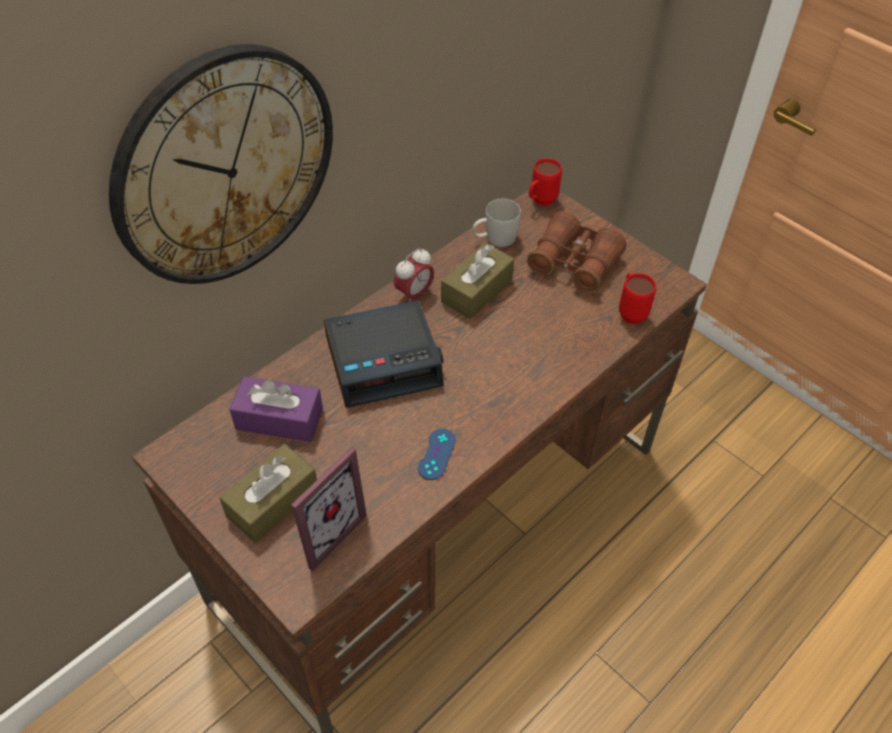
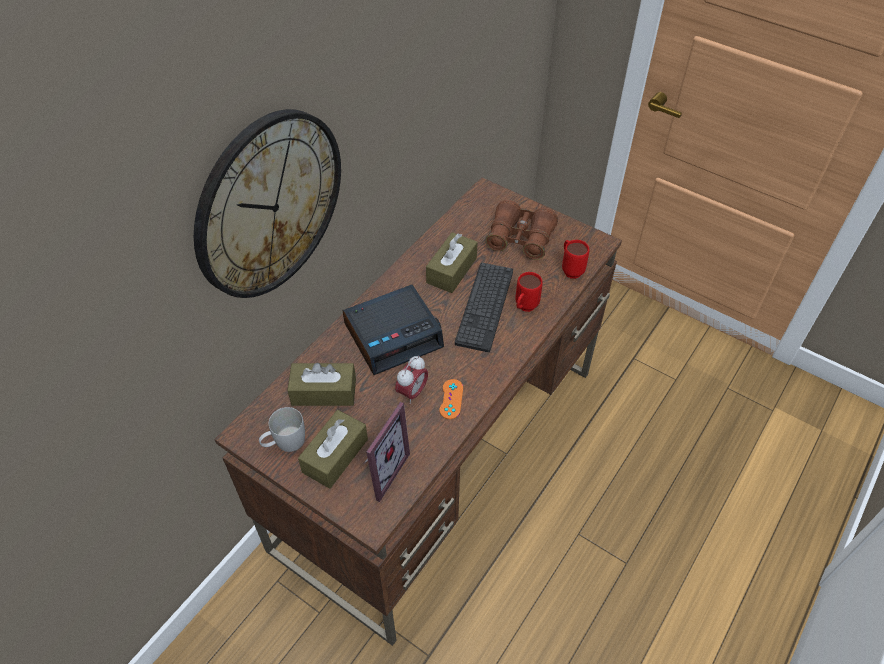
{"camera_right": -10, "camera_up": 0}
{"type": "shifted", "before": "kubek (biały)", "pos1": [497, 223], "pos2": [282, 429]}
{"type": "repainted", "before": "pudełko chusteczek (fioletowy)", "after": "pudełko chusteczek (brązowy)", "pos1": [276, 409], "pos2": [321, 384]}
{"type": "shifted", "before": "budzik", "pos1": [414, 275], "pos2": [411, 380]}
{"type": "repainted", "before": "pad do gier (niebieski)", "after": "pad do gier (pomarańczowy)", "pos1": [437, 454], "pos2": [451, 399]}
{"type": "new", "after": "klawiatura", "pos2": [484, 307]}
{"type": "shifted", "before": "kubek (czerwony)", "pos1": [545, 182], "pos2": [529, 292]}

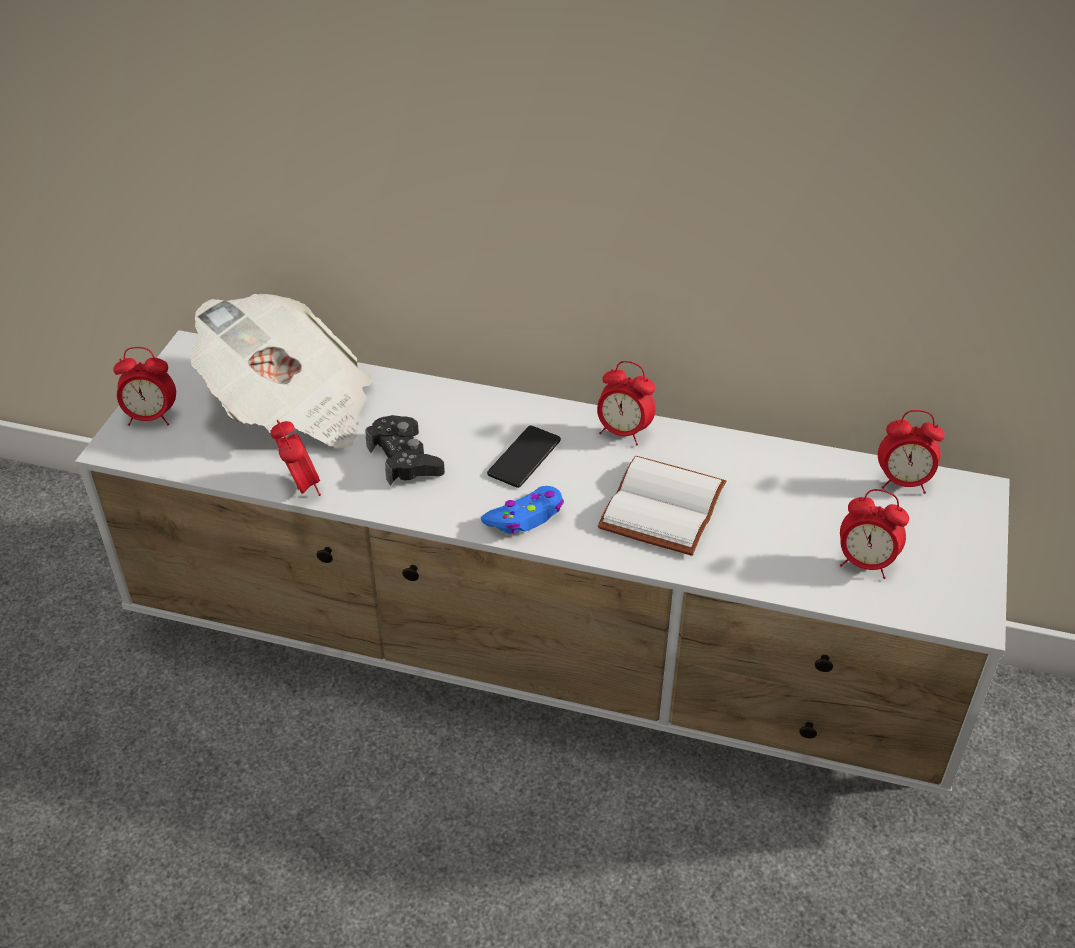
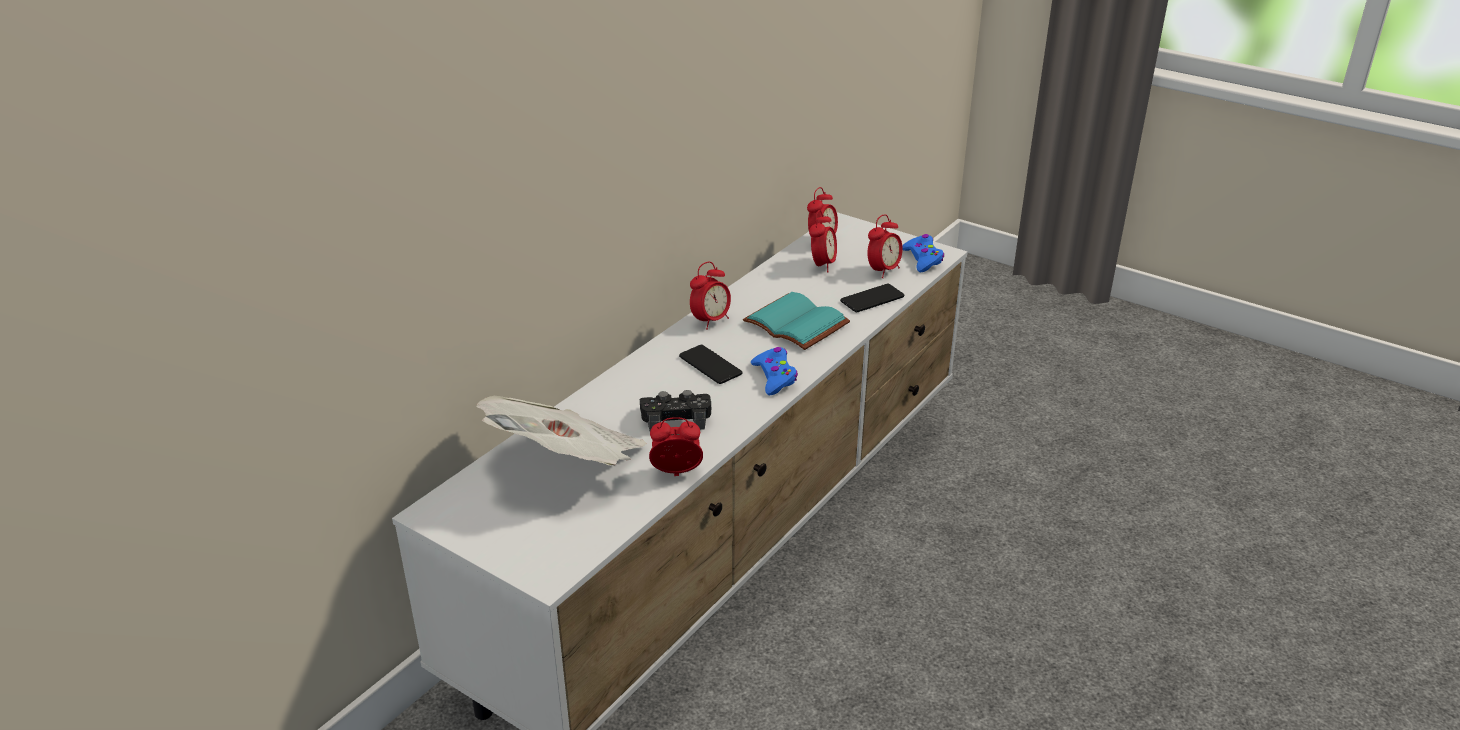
{"camera_right": -70, "camera_up": -10}
{"type": "repainted", "before": "książka (biały)", "after": "książka (turkusowy)", "pos1": [662, 506], "pos2": [796, 321]}
{"type": "shifted", "before": "budzik", "pos1": [144, 386], "pos2": [823, 241]}
{"type": "new", "after": "telefon", "pos2": [872, 297]}
{"type": "new", "after": "pad do gier (niebieski)", "pos2": [923, 253]}

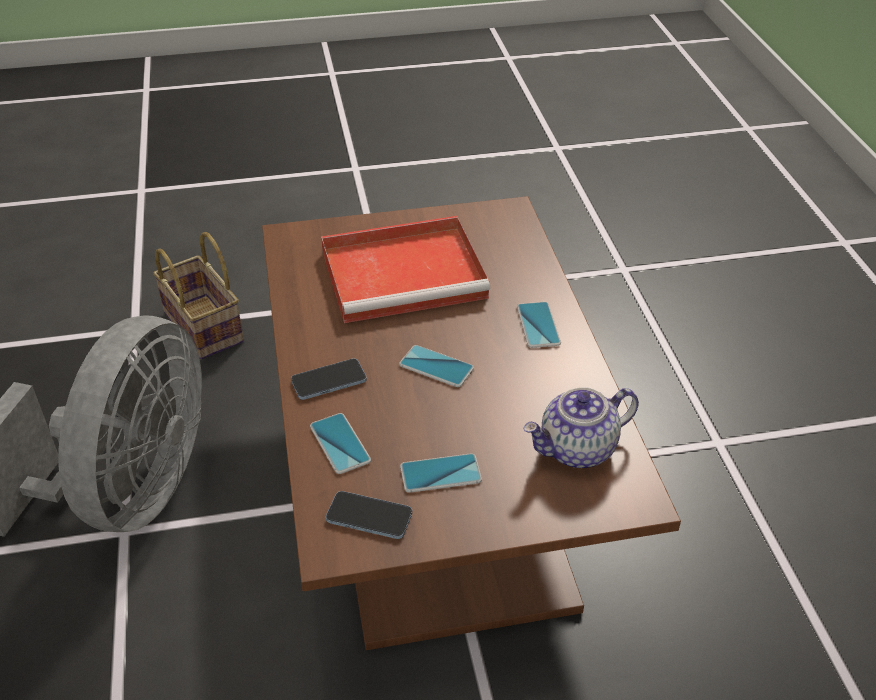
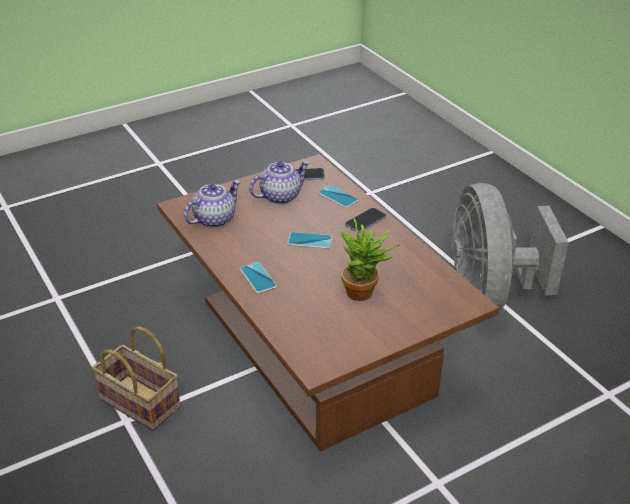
{"camera_right": 160, "camera_up": -5}
{"type": "shifted", "before": "koszyk", "pos1": [198, 295], "pos2": [136, 378]}
{"type": "swapped", "before": "telefon", "after": "imbryk", "pos1": [441, 473], "pos2": [279, 182]}
{"type": "swapped", "before": "taca (czerwony)", "after": "roślina doniczkowa", "pos1": [406, 269], "pos2": [370, 259]}

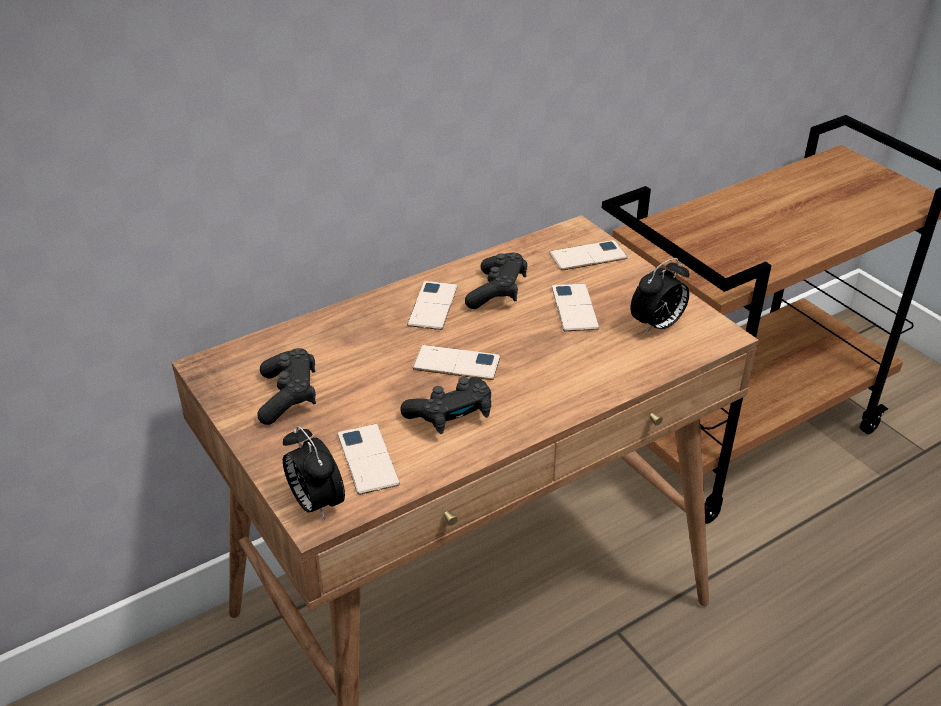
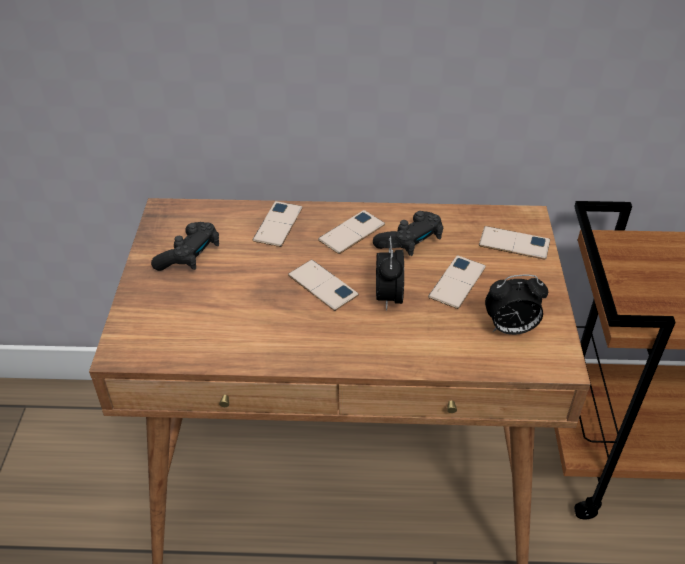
{"camera_right": 35, "camera_up": 5}
{"type": "shifted", "before": "telefon", "pos1": [369, 459], "pos2": [277, 224]}
{"type": "shifted", "before": "budzik", "pos1": [314, 473], "pos2": [390, 273]}
{"type": "gone", "before": "pad do gier (czarny)", "pos1": [445, 405]}

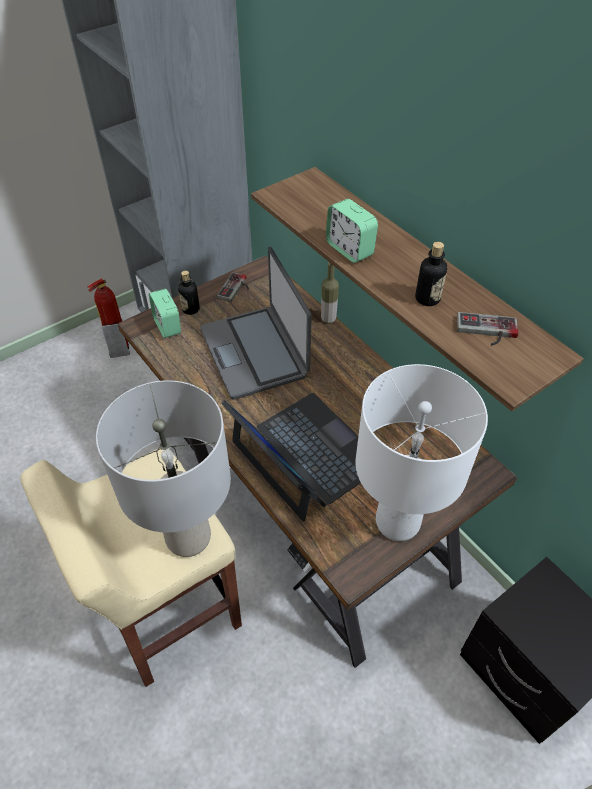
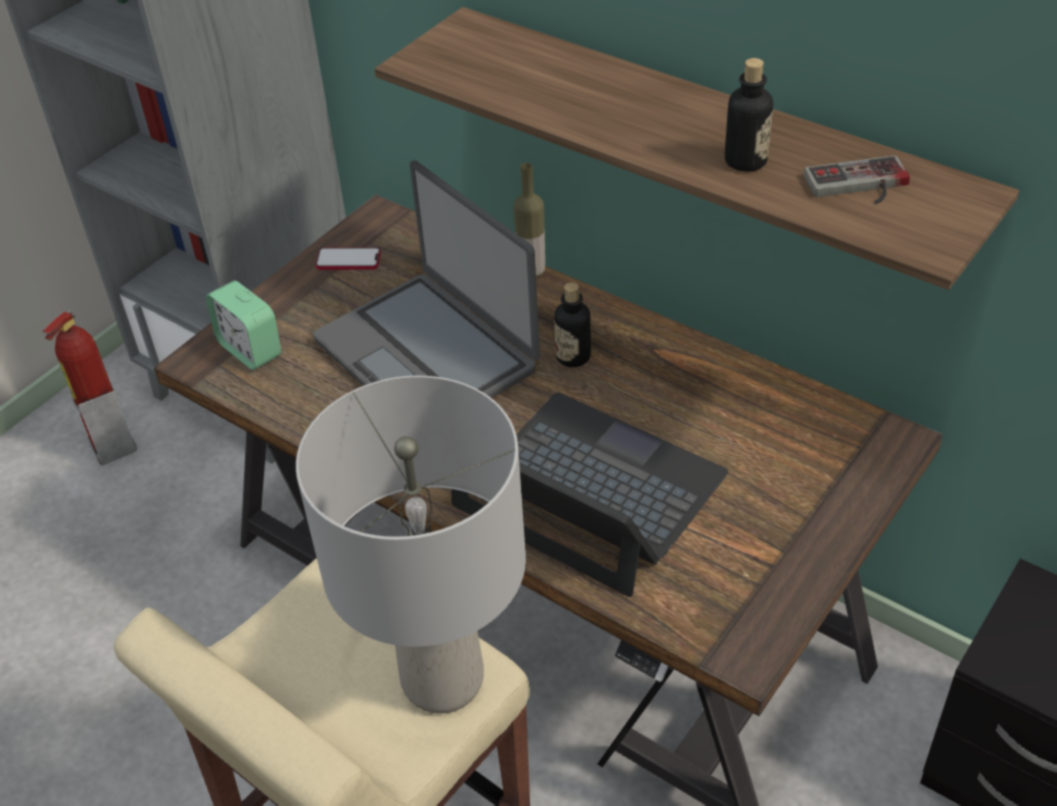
{"camera_right": -15, "camera_up": -5}
{"type": "swapped", "before": "pad do gier", "after": "telefon", "pos1": [233, 287], "pos2": [348, 258]}
{"type": "shifted", "before": "butelka", "pos1": [189, 293], "pos2": [572, 324]}
{"type": "gone", "before": "budzik", "pos1": [352, 231]}
{"type": "gone", "before": "lampa stołowa (biały)", "pos1": [422, 452]}

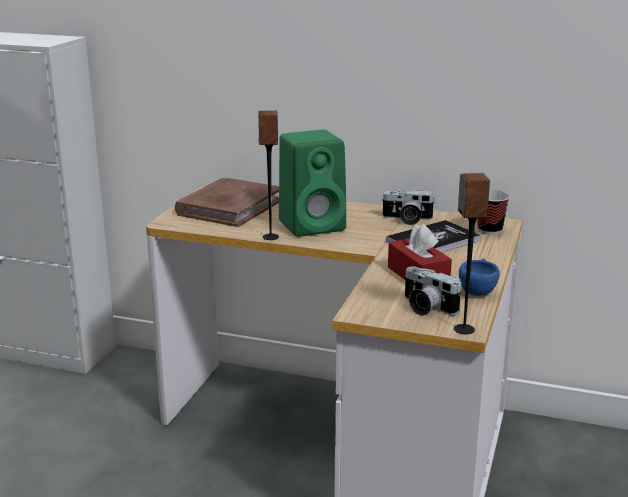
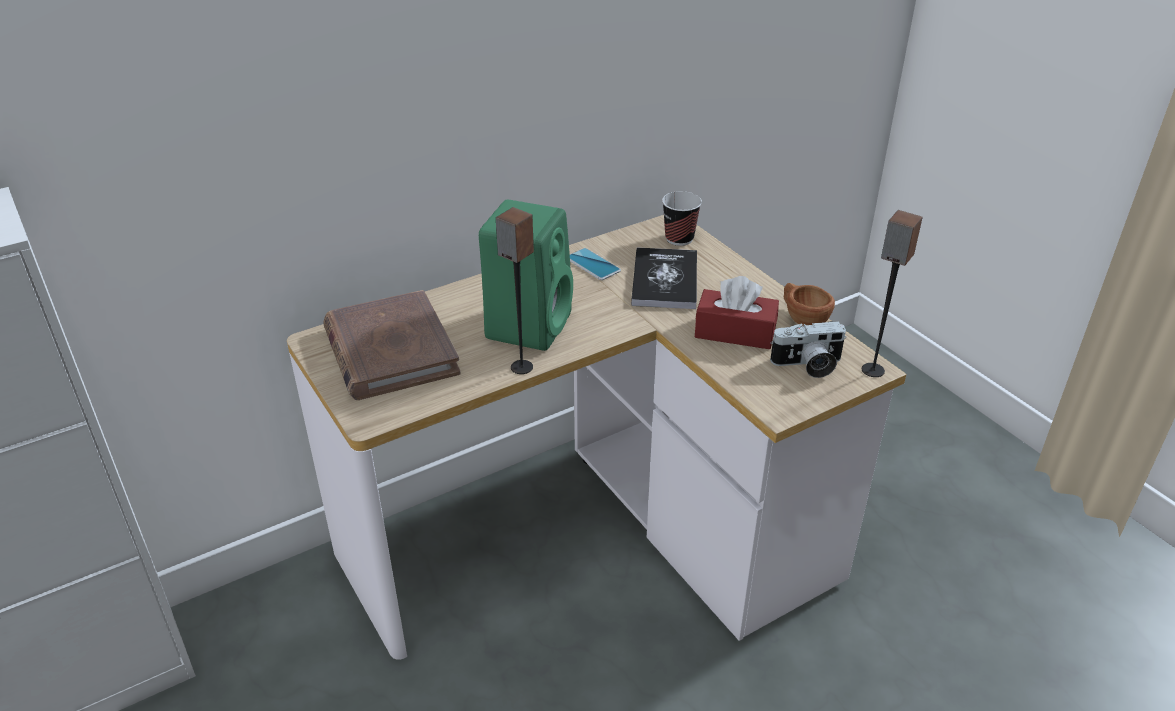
{"camera_right": -50, "camera_up": 15}
{"type": "swapped", "before": "aparat fotograficzny", "after": "telefon", "pos1": [408, 207], "pos2": [595, 264]}
{"type": "repainted", "before": "filiżanka (niebieski)", "after": "filiżanka (brązowy)", "pos1": [479, 277], "pos2": [809, 304]}

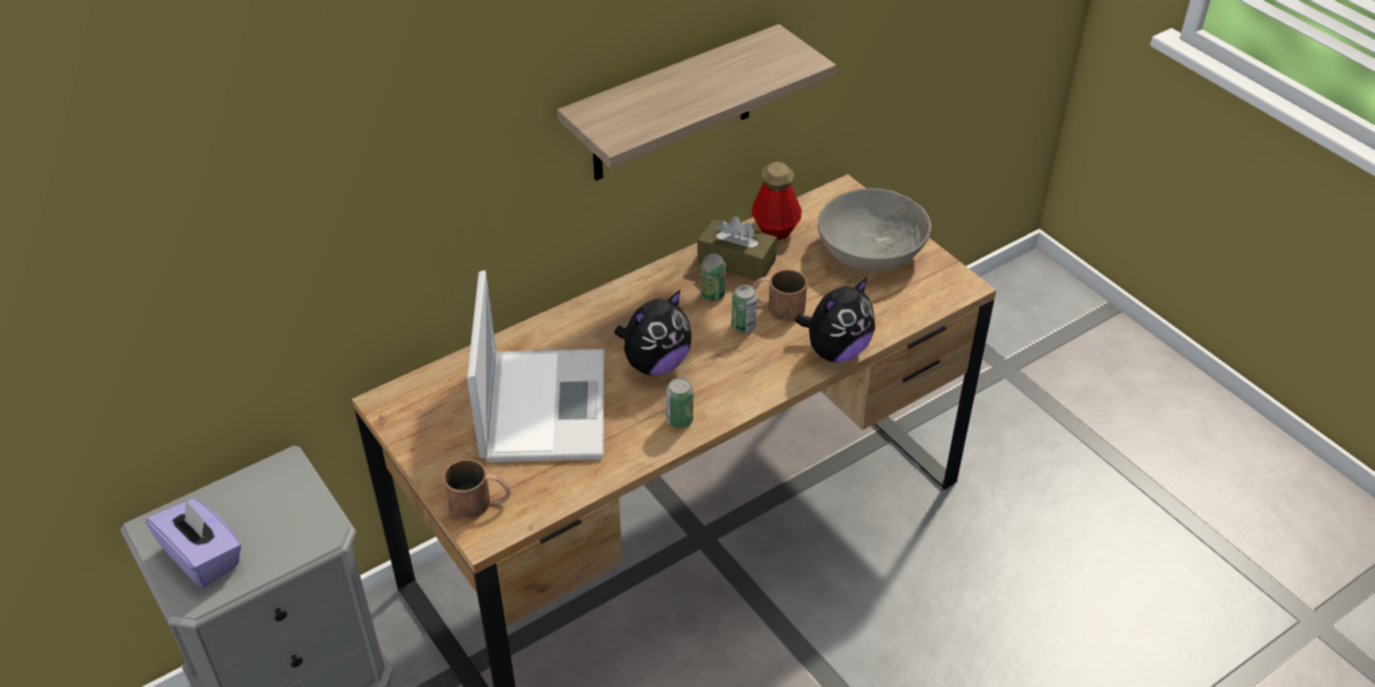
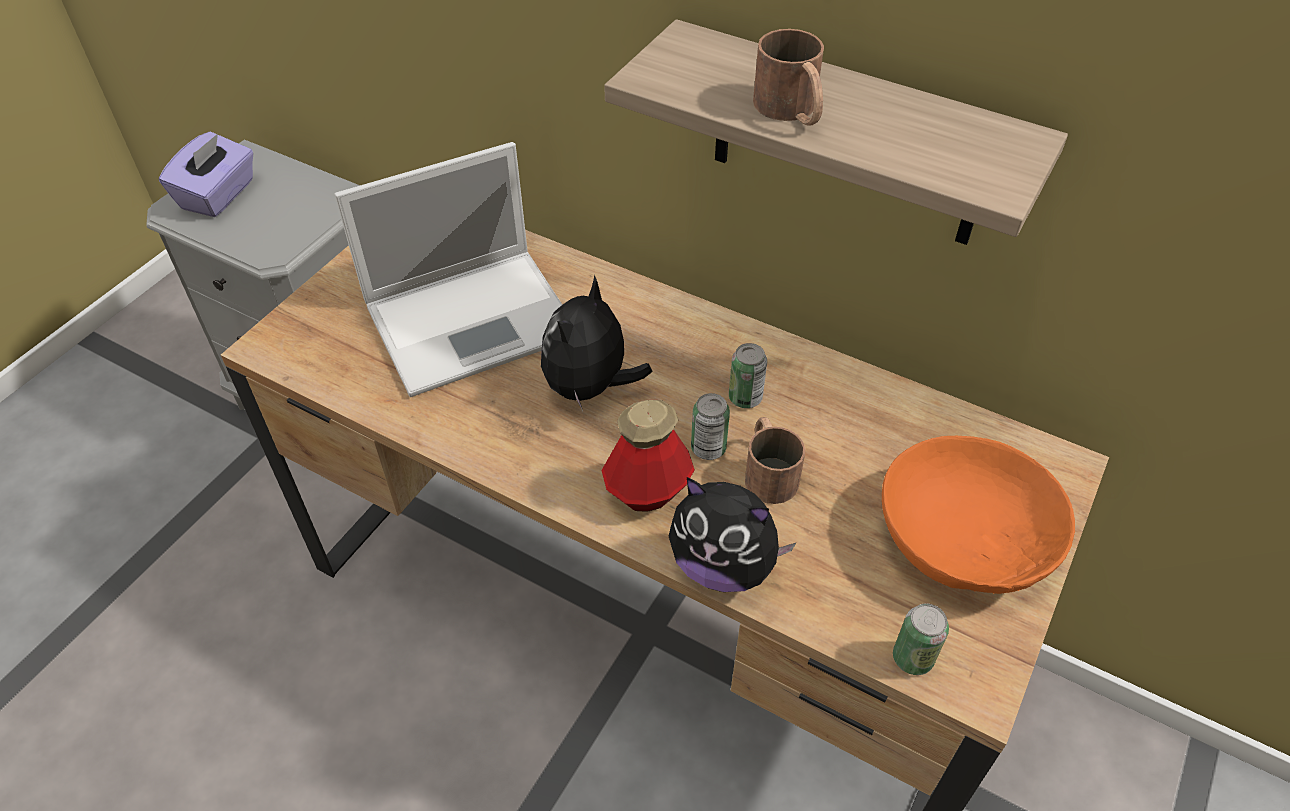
{"camera_right": 65, "camera_up": 5}
{"type": "rotated", "before": "pluszak", "pos1": [652, 332], "pos2": [597, 343], "turn": 90}
{"type": "shifted", "before": "butelka", "pos1": [776, 201], "pos2": [648, 455]}
{"type": "shifted", "before": "kubek (brązowy)", "pos1": [476, 489], "pos2": [788, 77]}
{"type": "repainted", "before": "miska (szary)", "after": "miska (pomarańczowy)", "pos1": [875, 229], "pos2": [978, 515]}
{"type": "shifted", "before": "puszka", "pos1": [679, 403], "pos2": [921, 639]}
{"type": "gone", "before": "pudełko chusteczek (brązowy)", "pos1": [737, 248]}

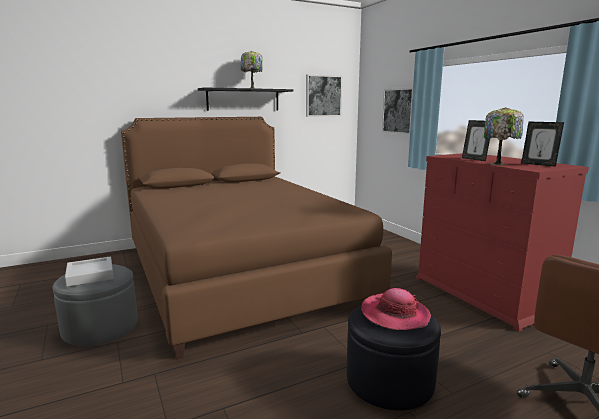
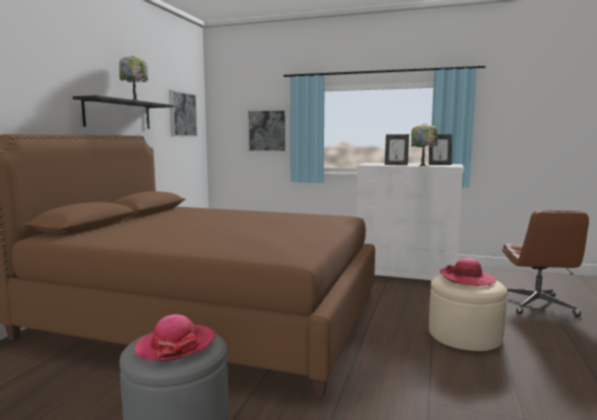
{"camera_right": -45, "camera_up": -5}
{"type": "swapped", "before": "taca (szary)", "after": "kapelusz", "pos1": [89, 272], "pos2": [175, 337]}
{"type": "repainted", "before": "komoda (czerwony)", "after": "komoda (biały)", "pos1": [502, 242], "pos2": [410, 221]}
{"type": "repainted", "before": "pufa (czarny)", "after": "pufa (beżowy)", "pos1": [394, 358], "pos2": [468, 313]}

